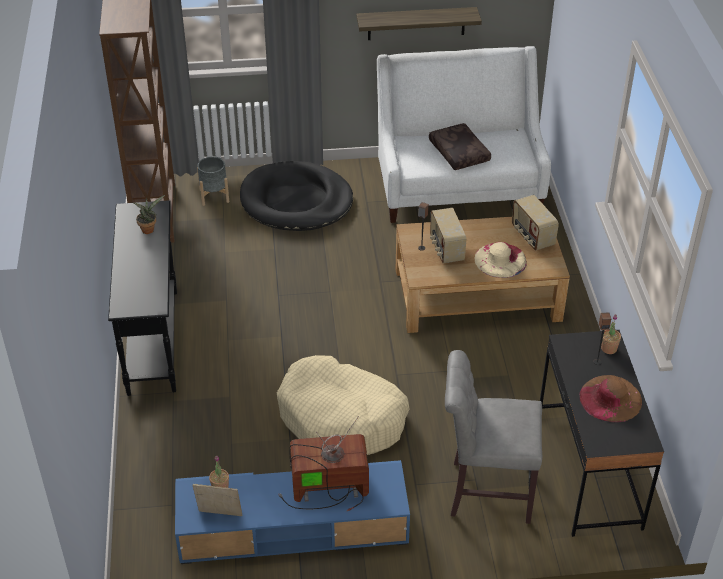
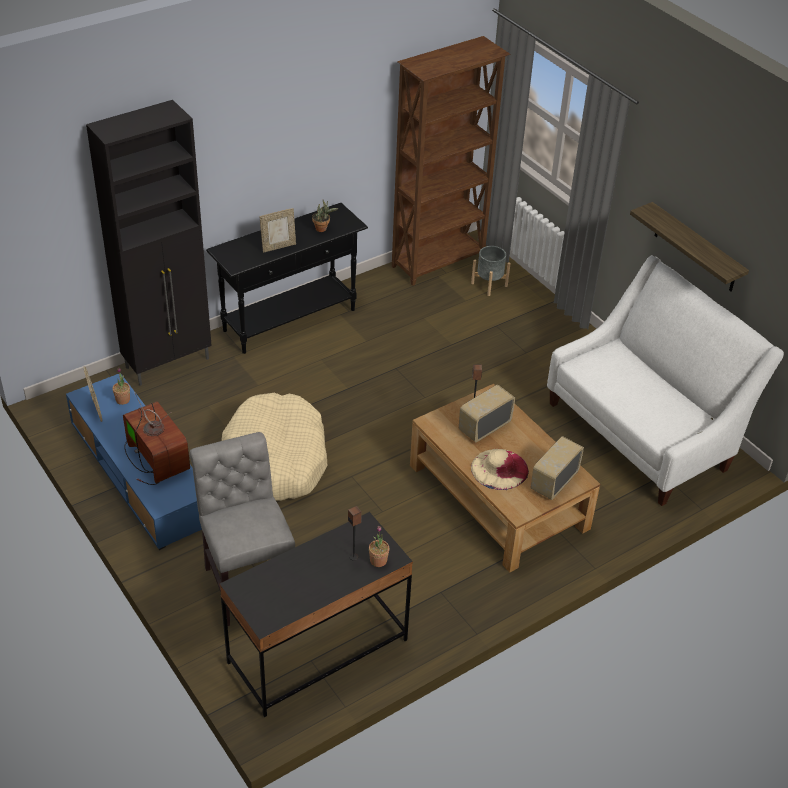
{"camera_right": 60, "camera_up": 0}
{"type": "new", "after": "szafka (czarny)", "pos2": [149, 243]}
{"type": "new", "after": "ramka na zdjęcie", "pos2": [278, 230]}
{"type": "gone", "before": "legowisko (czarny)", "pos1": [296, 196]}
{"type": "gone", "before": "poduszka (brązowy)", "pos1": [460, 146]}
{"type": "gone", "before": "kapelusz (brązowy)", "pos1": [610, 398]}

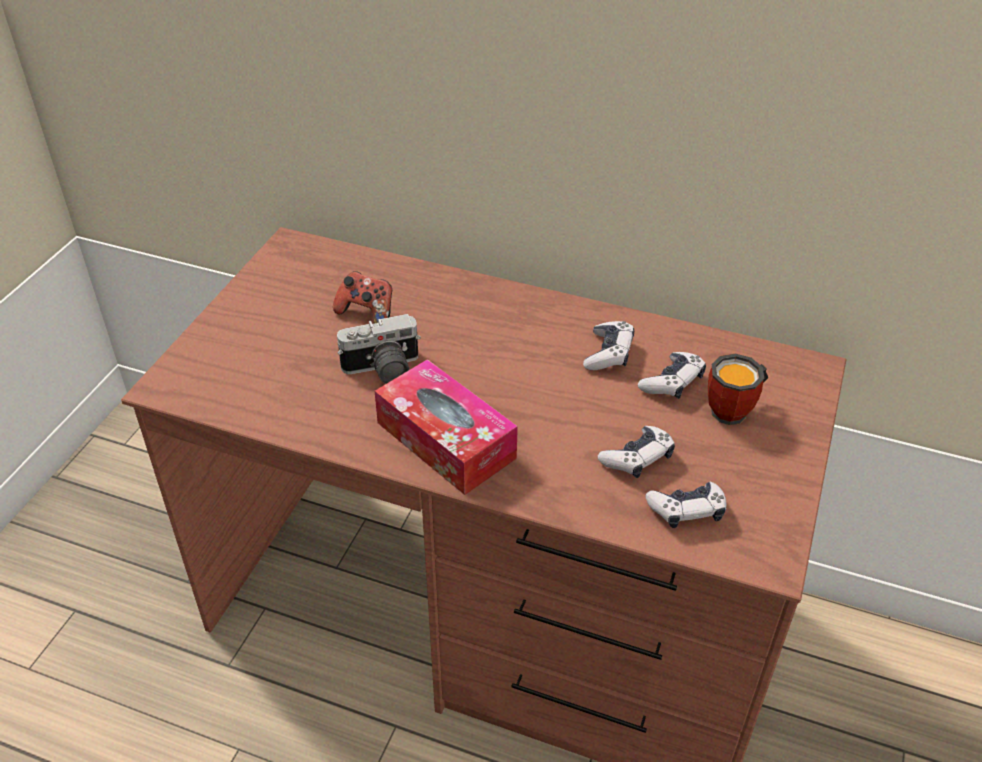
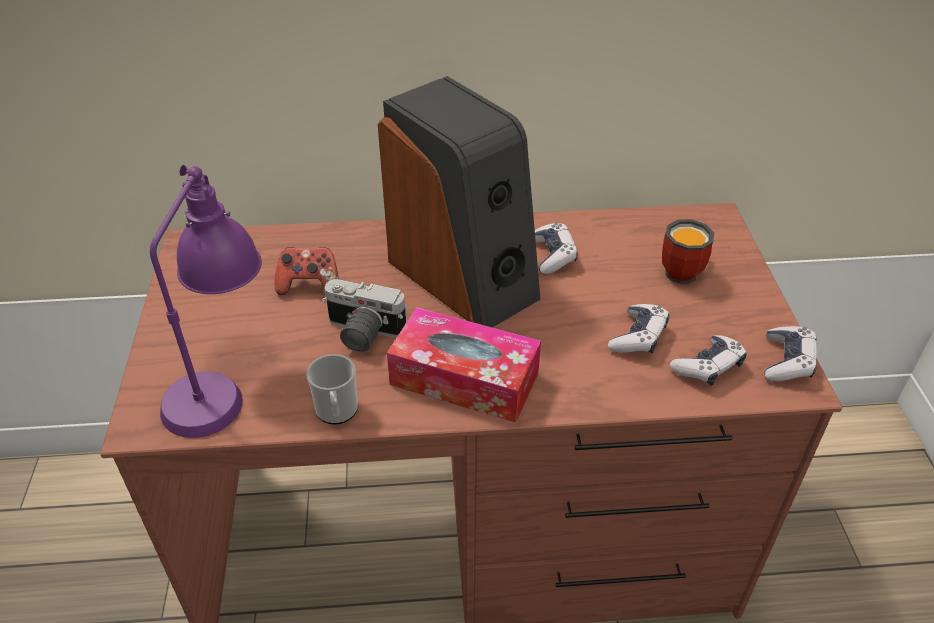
{"camera_right": -25, "camera_up": 0}
{"type": "new", "after": "lampa stołowa (fioletowy)", "pos2": [206, 301]}
{"type": "new", "after": "kubek", "pos2": [332, 389]}
{"type": "rotated", "before": "aparat fotograficzny", "pos1": [379, 349], "pos2": [364, 315], "turn": 60}
{"type": "new", "after": "głośnik", "pos2": [459, 202]}
{"type": "shifted", "before": "pad do gier", "pos1": [672, 375], "pos2": [790, 353]}

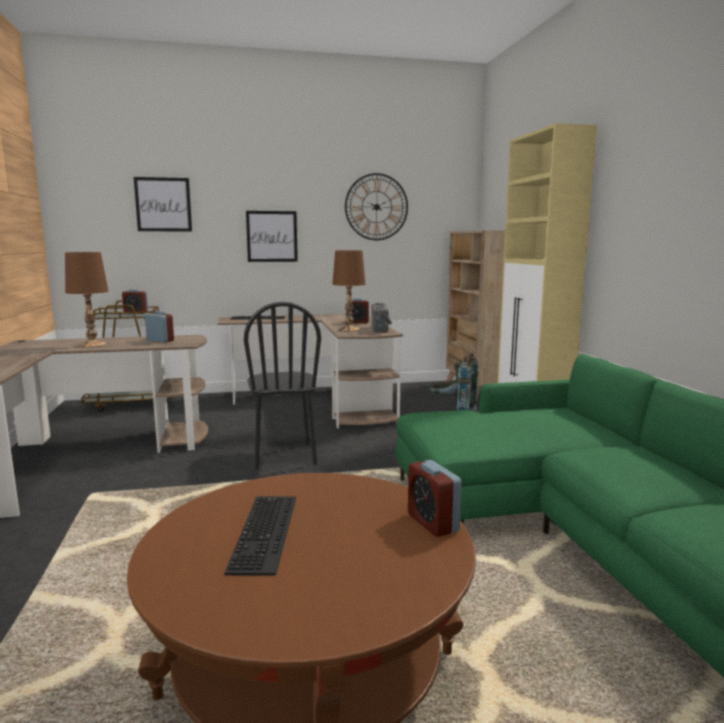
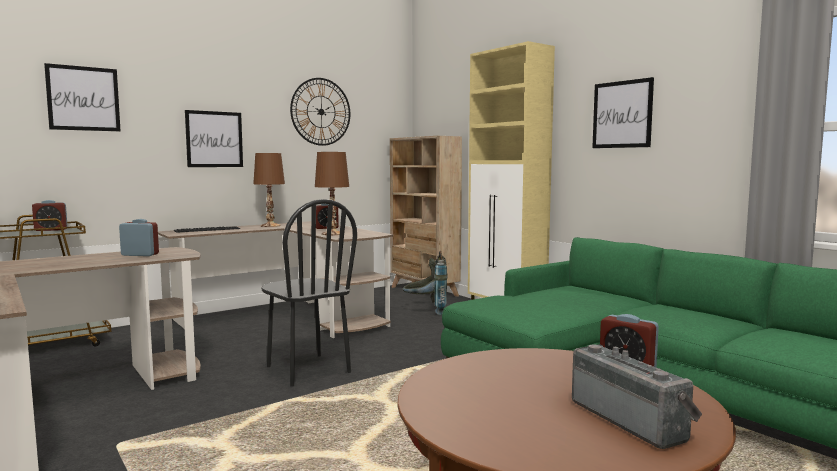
{"camera_right": -25, "camera_up": -5}
{"type": "shifted", "before": "lampa stołowa (brązowy)", "pos1": [87, 300], "pos2": [269, 190]}
{"type": "shifted", "before": "radio", "pos1": [381, 318], "pos2": [637, 396]}
{"type": "new", "after": "obraz", "pos2": [623, 112]}
{"type": "gone", "before": "klawiatura", "pos1": [260, 536]}

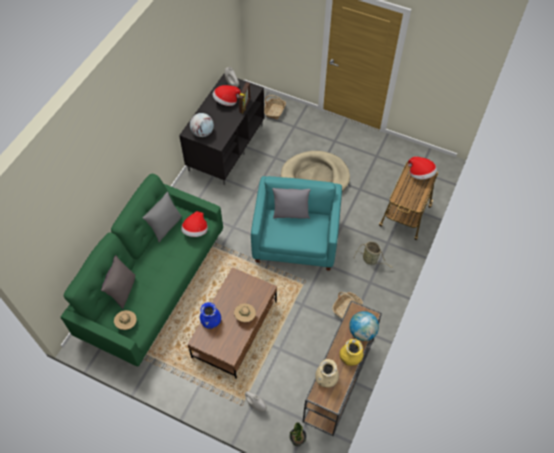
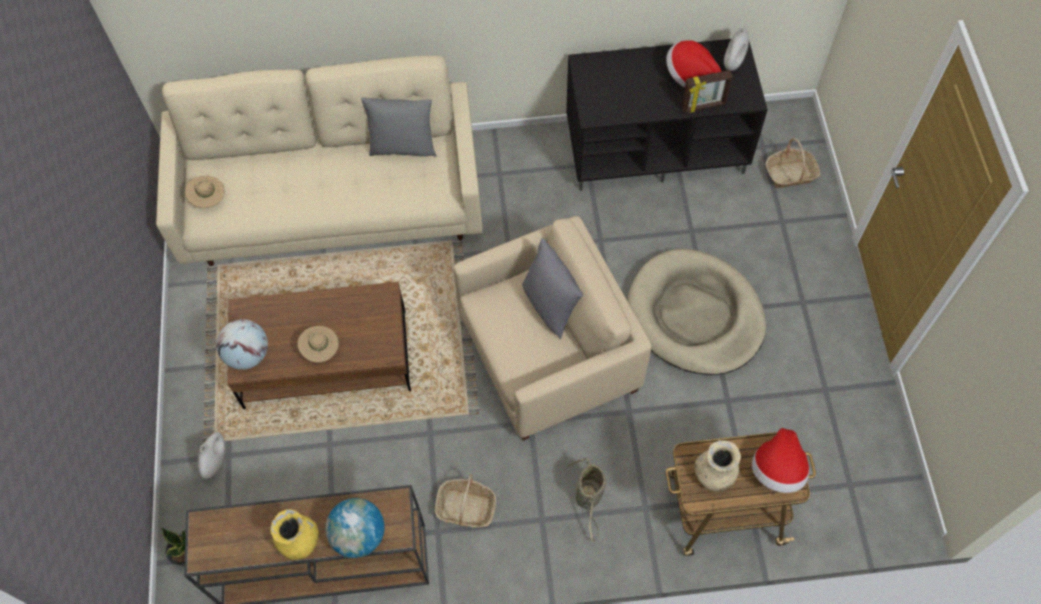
{"camera_right": 60, "camera_up": 5}
{"type": "repainted", "before": "kanapa (zielony)", "after": "kanapa (beżowy)", "pos1": [142, 270], "pos2": [319, 161]}
{"type": "shifted", "before": "globus", "pos1": [202, 125], "pos2": [242, 344]}
{"type": "repainted", "before": "fotel (turkusowy)", "after": "fotel (beżowy)", "pos1": [296, 223], "pos2": [552, 328]}
{"type": "shifted", "before": "wazon (beżowy)", "pos1": [327, 373], "pos2": [718, 466]}
{"type": "gone", "before": "poduszka (szary)", "pos1": [118, 282]}
{"type": "gone", "before": "kapelusz", "pos1": [194, 224]}
{"type": "gone", "before": "wazon (niebieski)", "pos1": [210, 315]}

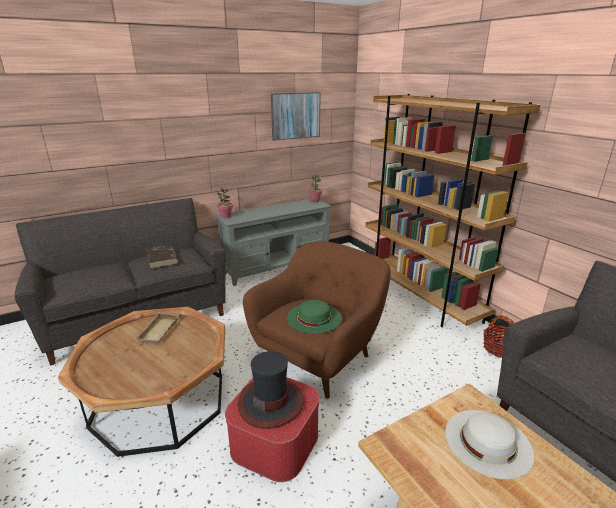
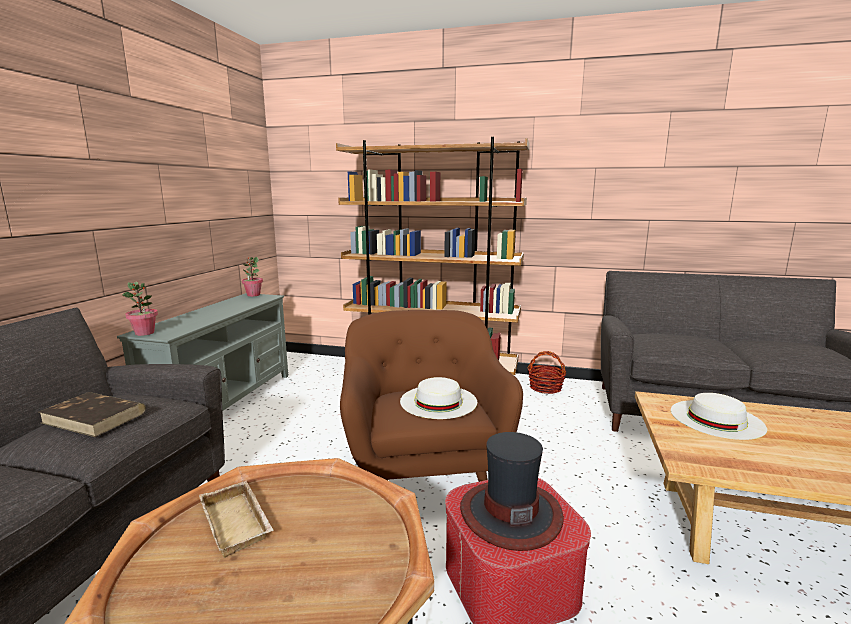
{"camera_right": -45, "camera_up": -10}
{"type": "repainted", "before": "kapelusz (zielony)", "after": "kapelusz (biały)", "pos1": [314, 317], "pos2": [438, 398]}
{"type": "gone", "before": "obraz", "pos1": [296, 116]}

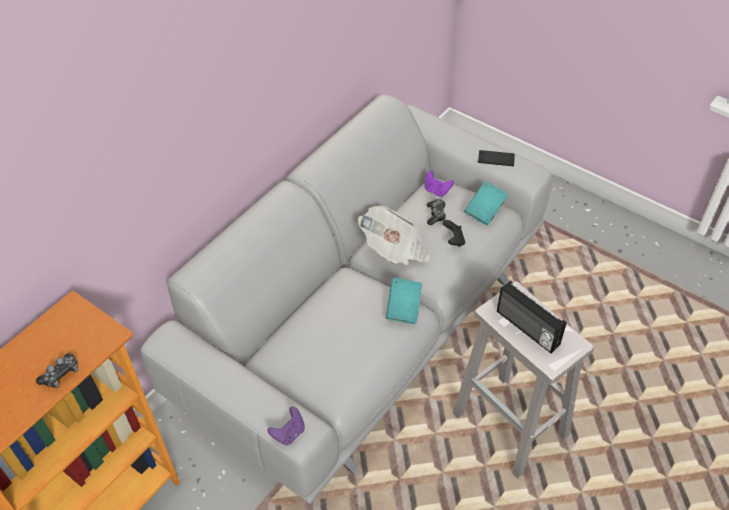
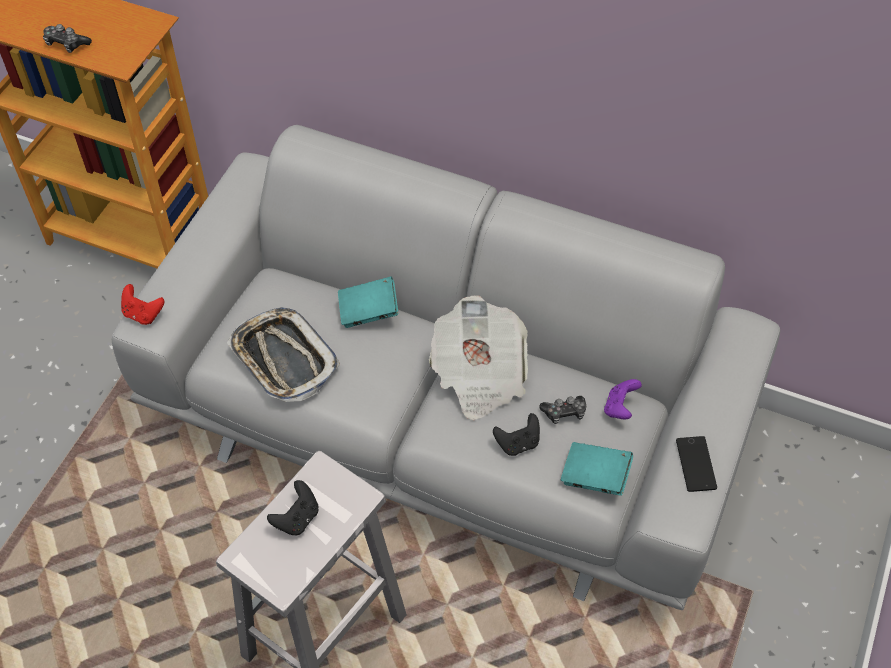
{"camera_right": 75, "camera_up": 5}
{"type": "repainted", "before": "pad do gier (fioletowy)", "after": "pad do gier (czerwony)", "pos1": [286, 425], "pos2": [142, 304]}
{"type": "new", "after": "taca", "pos2": [283, 354]}
{"type": "swapped", "before": "radio", "after": "pad do gier (czarny)", "pos1": [532, 317], "pos2": [293, 508]}
{"type": "shifted", "before": "książka (turkusowy)", "pos1": [404, 301], "pos2": [368, 302]}

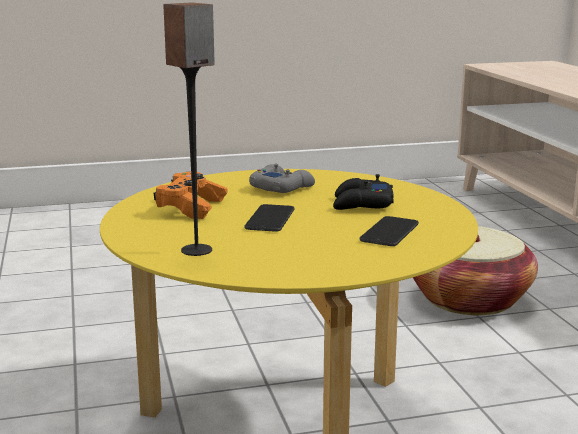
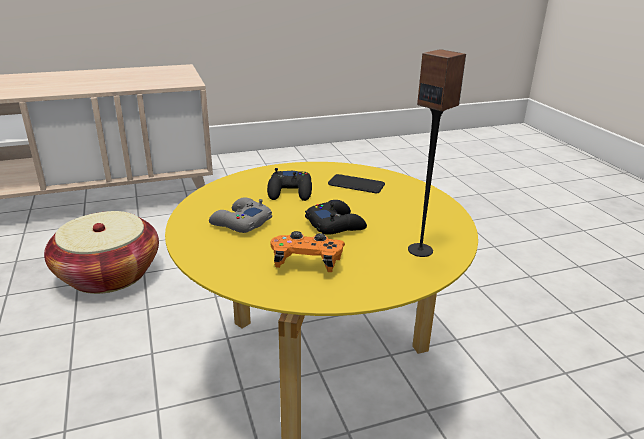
{"camera_right": -95, "camera_up": 10}
{"type": "swapped", "before": "telefon", "after": "pad do gier (czarny)", "pos1": [269, 218], "pos2": [336, 217]}

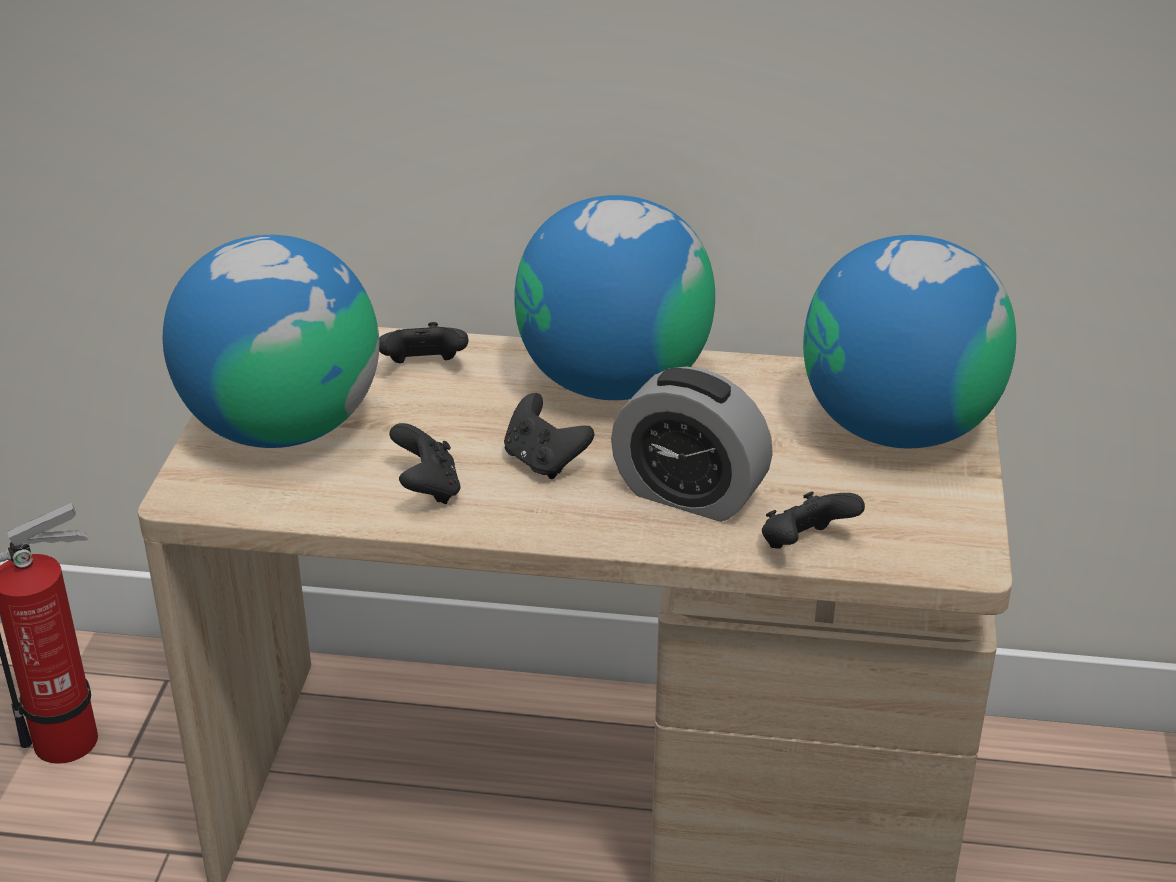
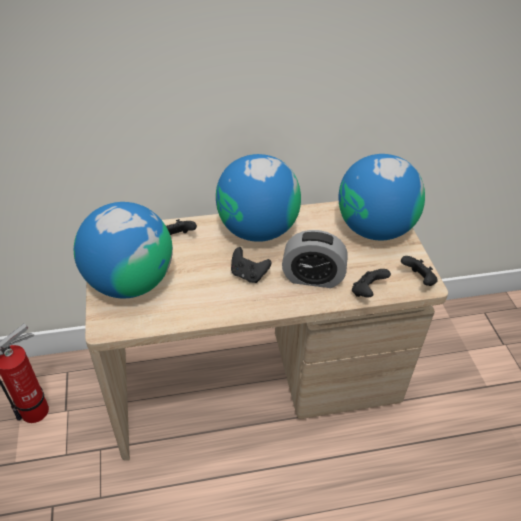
{"camera_right": -20, "camera_up": 10}
{"type": "shifted", "before": "pad do gier (czarny)", "pos1": [424, 463], "pos2": [419, 271]}

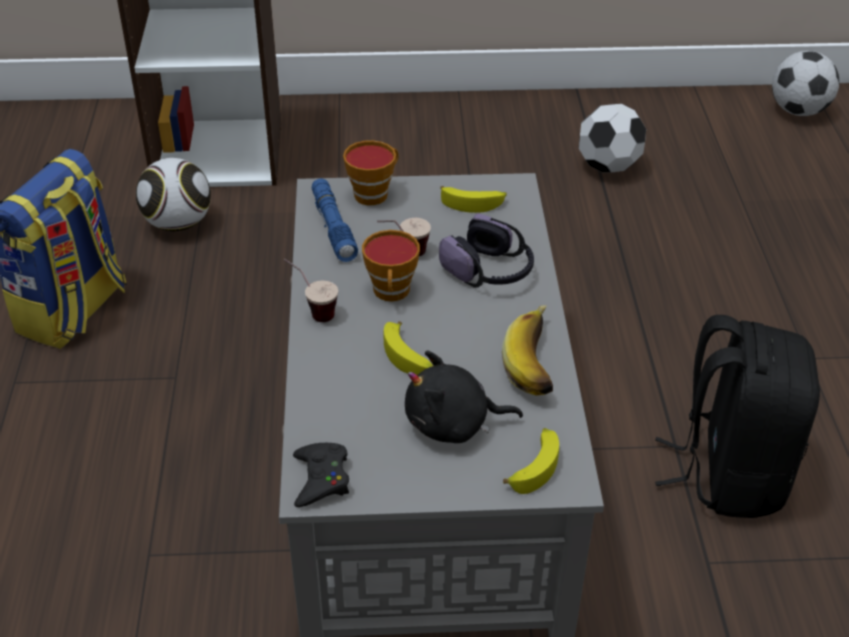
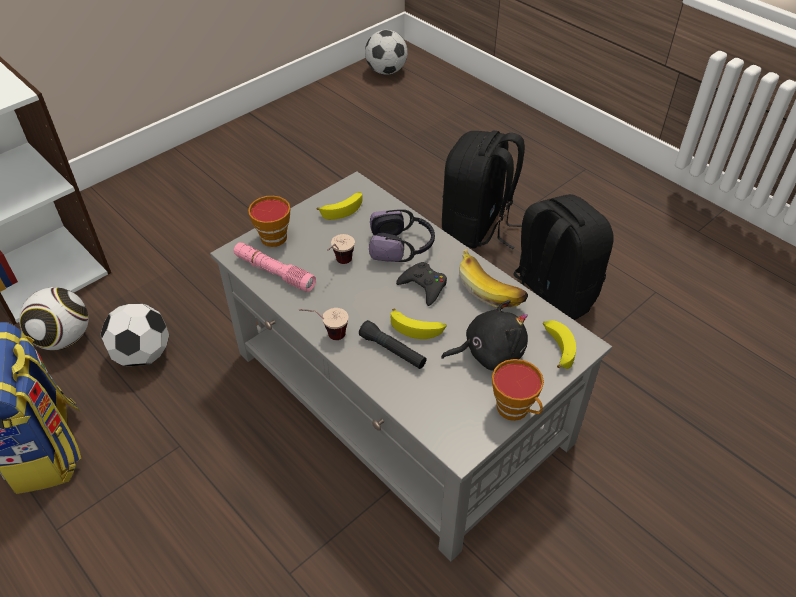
{"camera_right": -40, "camera_up": 5}
{"type": "shifted", "before": "piłka futbolowa", "pos1": [612, 138], "pos2": [134, 335]}
{"type": "repainted", "before": "latarka (niebieski)", "after": "latarka (różowy)", "pos1": [335, 220], "pos2": [275, 267]}
{"type": "new", "after": "latarka (czarny)", "pos2": [393, 344]}
{"type": "shifted", "before": "pad do gier (czarny)", "pos1": [321, 475], "pos2": [421, 284]}
{"type": "rotated", "before": "pluszak (czarny)", "pos1": [464, 397], "pos2": [484, 335], "turn": -150}
{"type": "new", "after": "plecak (czarny)", "pos2": [483, 189]}
{"type": "shifted", "before": "filiżanka", "pos1": [391, 265], "pos2": [518, 390]}

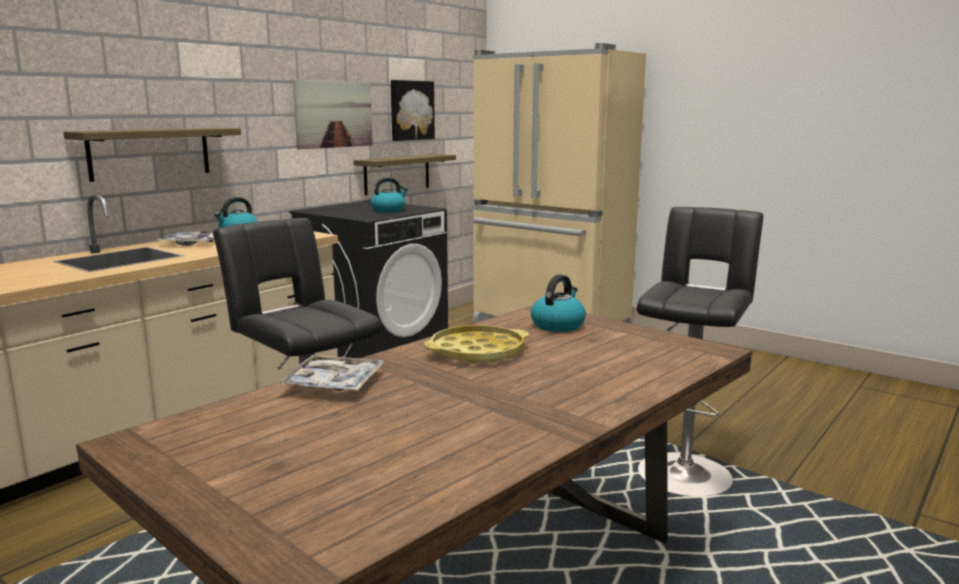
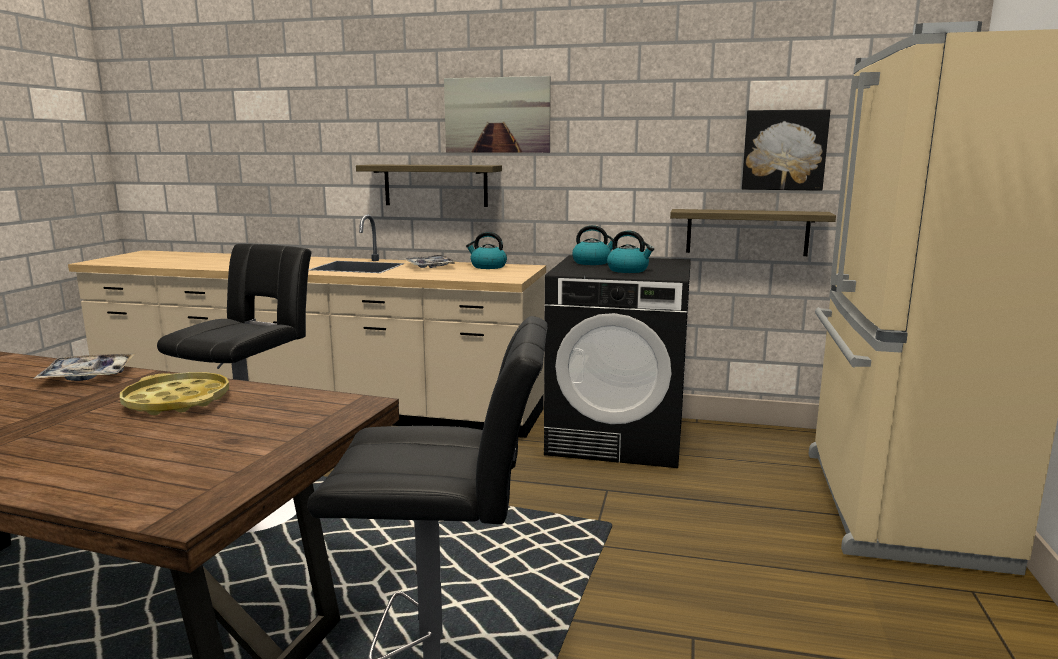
{"camera_right": 65, "camera_up": 0}
{"type": "shifted", "before": "obraz", "pos1": [333, 114], "pos2": [497, 114]}
{"type": "shifted", "before": "czajnik", "pos1": [558, 303], "pos2": [593, 245]}

